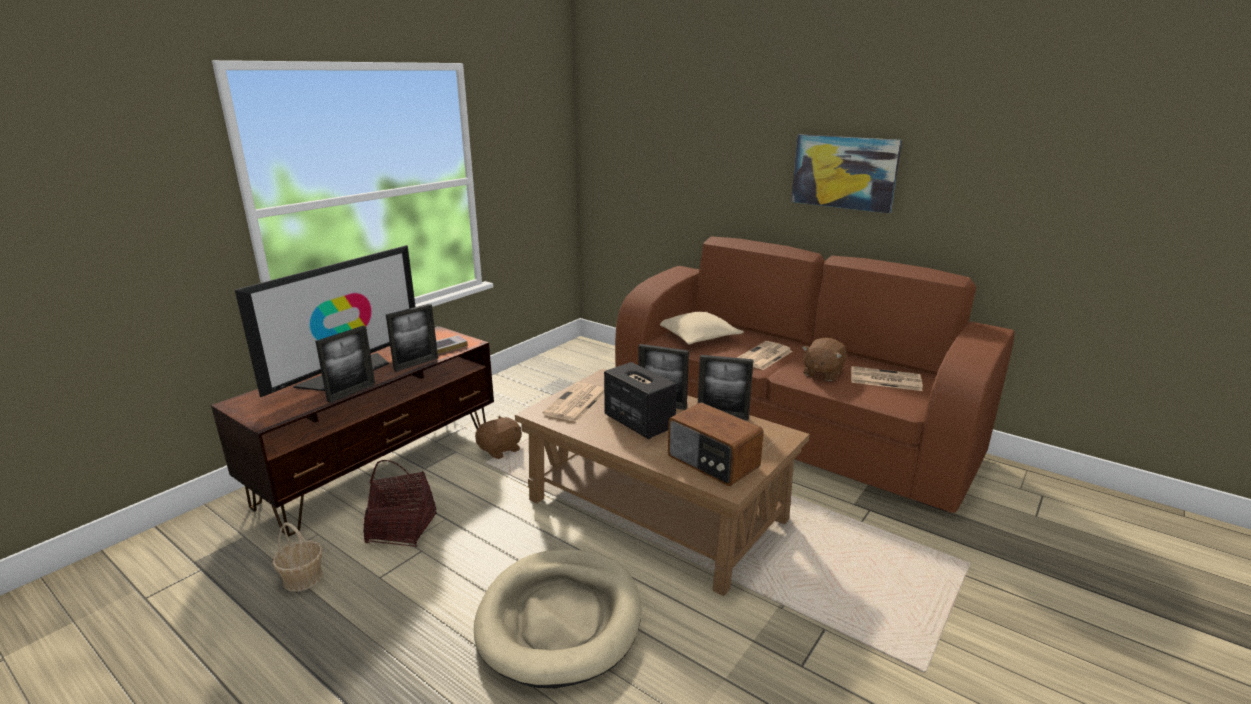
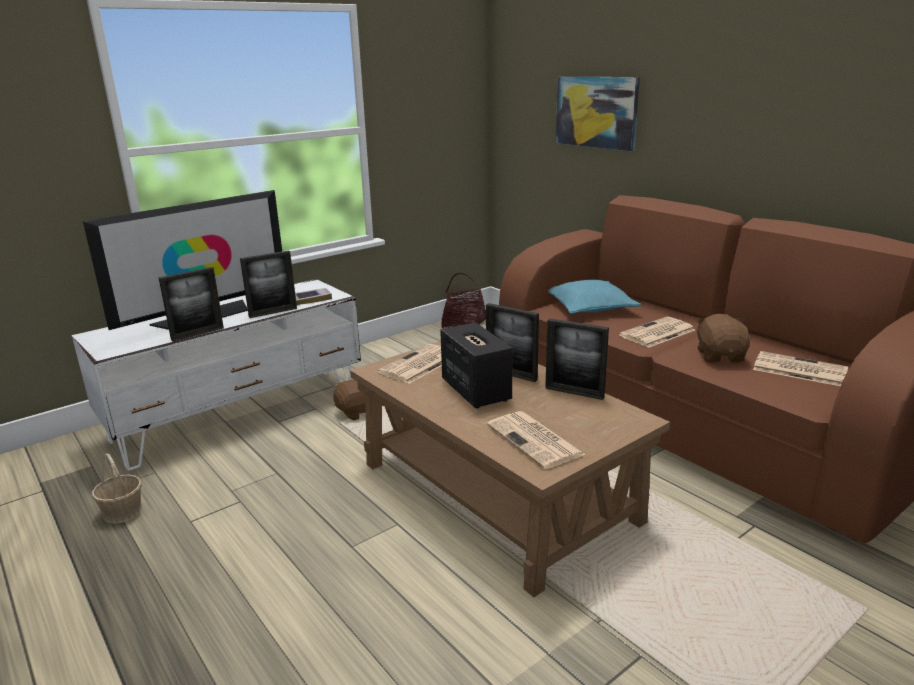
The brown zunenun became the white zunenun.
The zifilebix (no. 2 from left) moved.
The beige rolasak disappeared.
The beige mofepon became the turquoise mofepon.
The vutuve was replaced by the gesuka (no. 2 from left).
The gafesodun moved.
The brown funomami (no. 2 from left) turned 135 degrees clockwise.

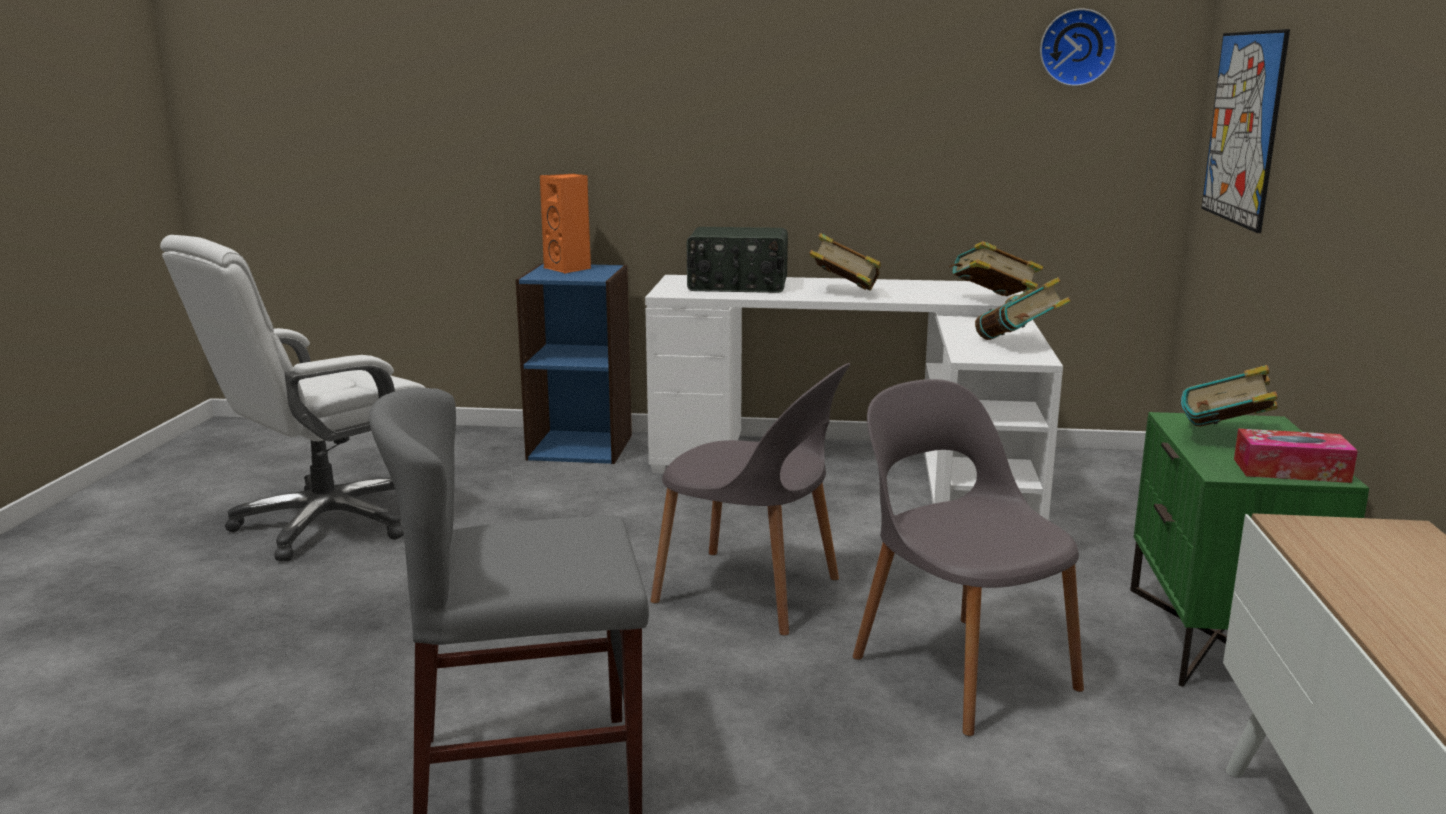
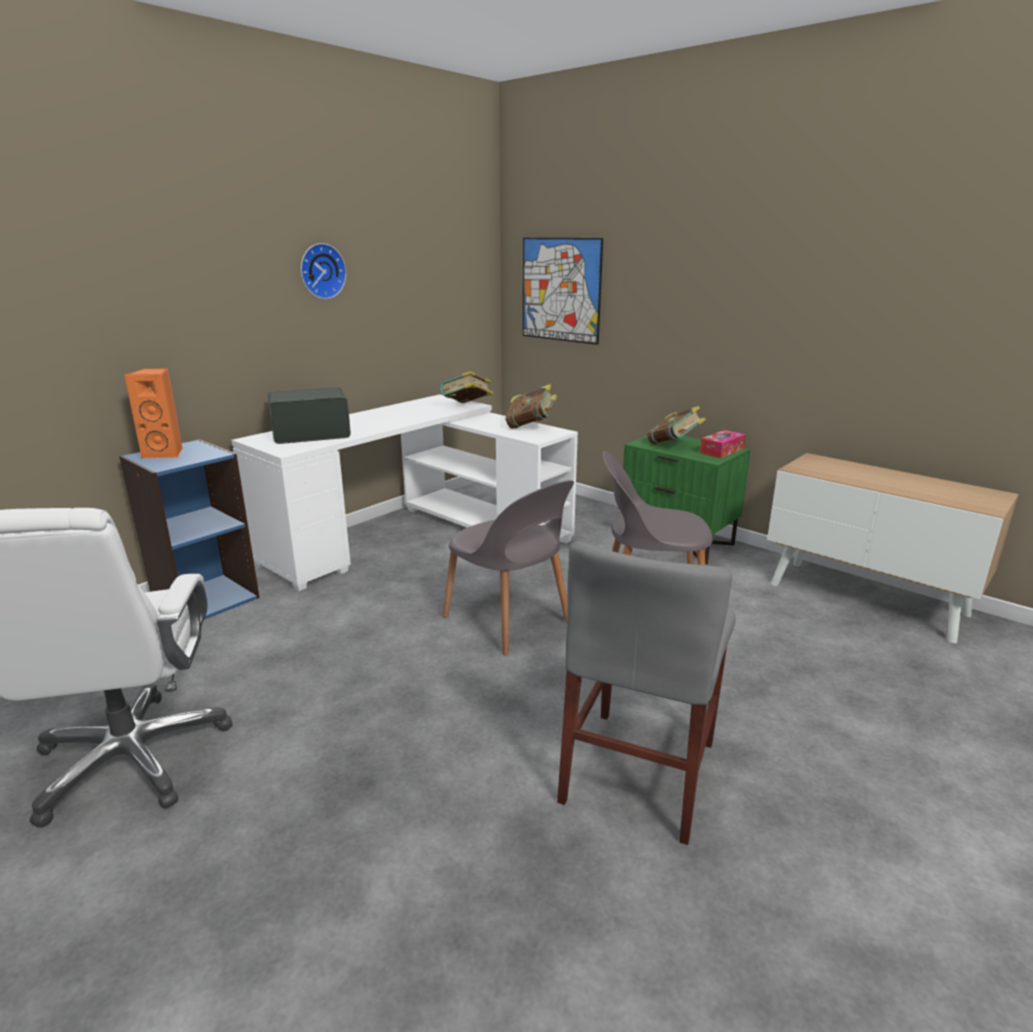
The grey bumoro (no. 2 from left in the first image) turned 75 degrees clockwise.
The vutuve turned 150 degrees counterclockwise.
The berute (no. 1 from left) disappeared.
The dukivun moved.

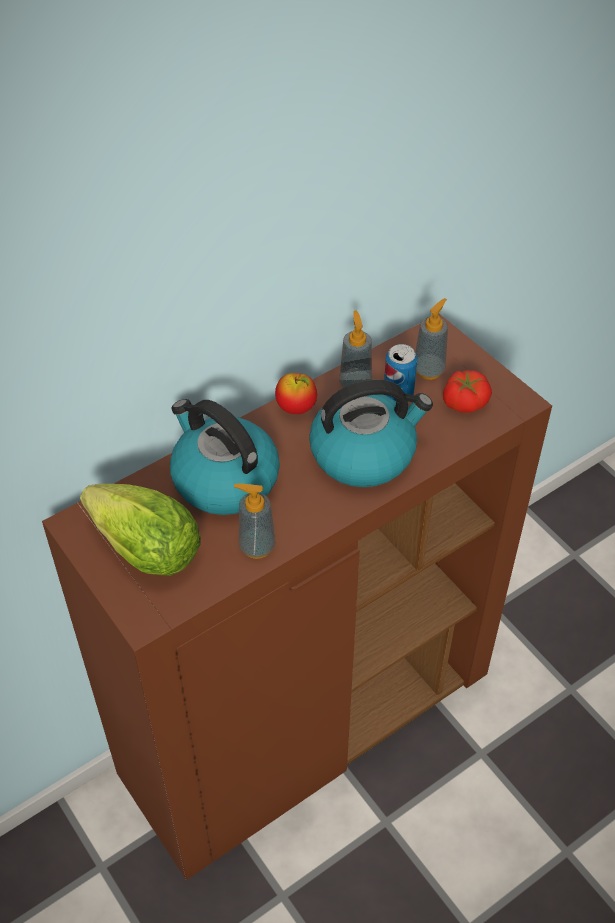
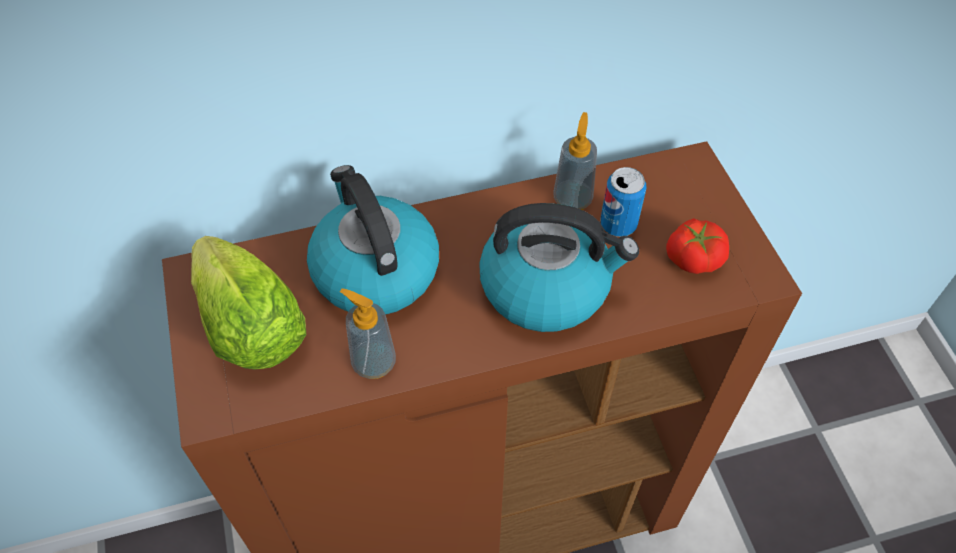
The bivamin disappeared.
The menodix (no. 3 from left) disappeared.

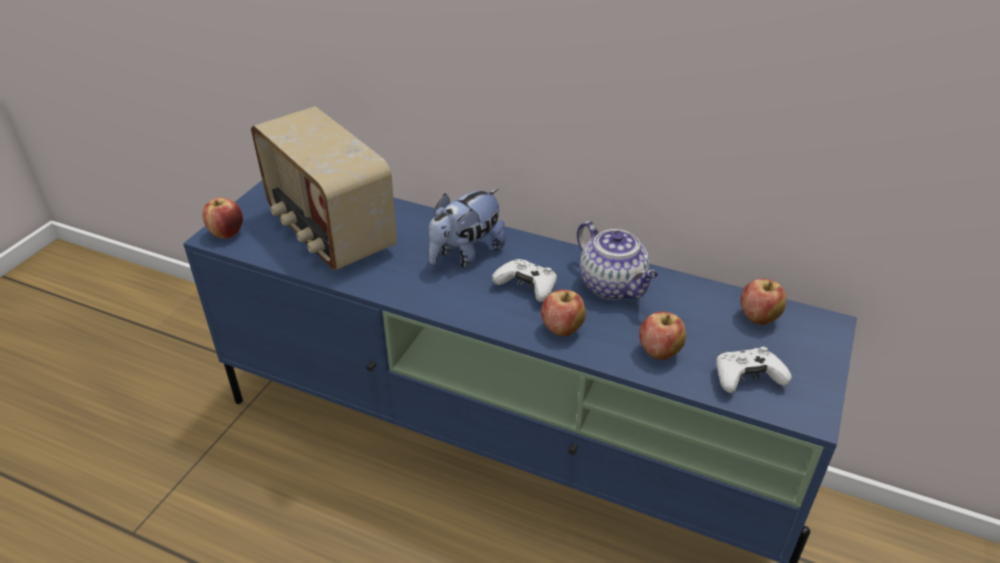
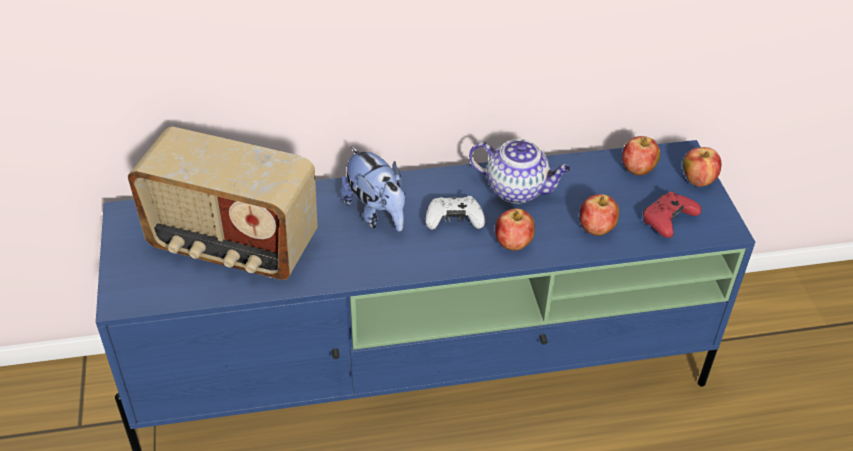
The bivamin (no. 1 from left in the first image) moved.
The funomami turned 45 degrees counterclockwise.
The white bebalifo (no. 2 from left) became the red bebalifo.

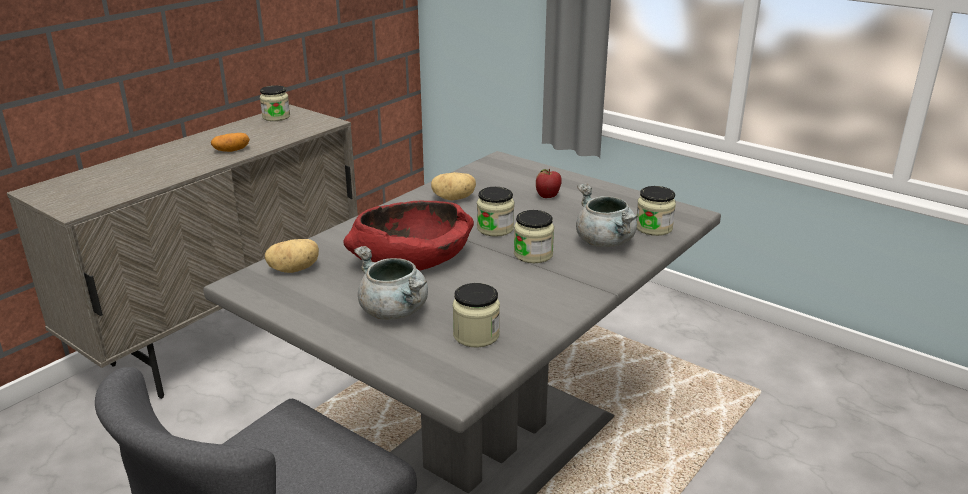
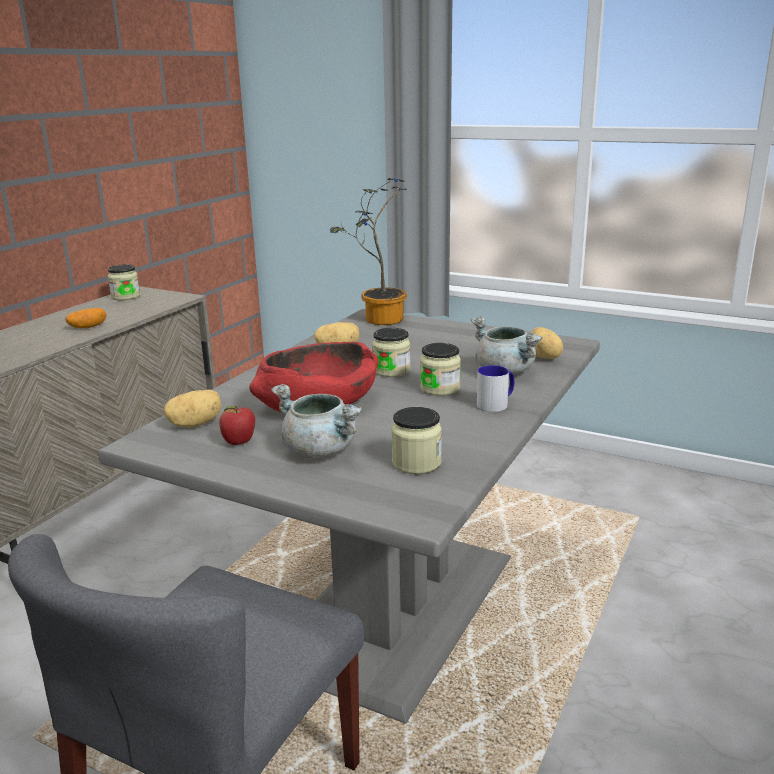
The bivamin moved.
The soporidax (no. 5 from left) was replaced by the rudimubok (no. 4 from left).
The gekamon appeared.
The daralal appeared.

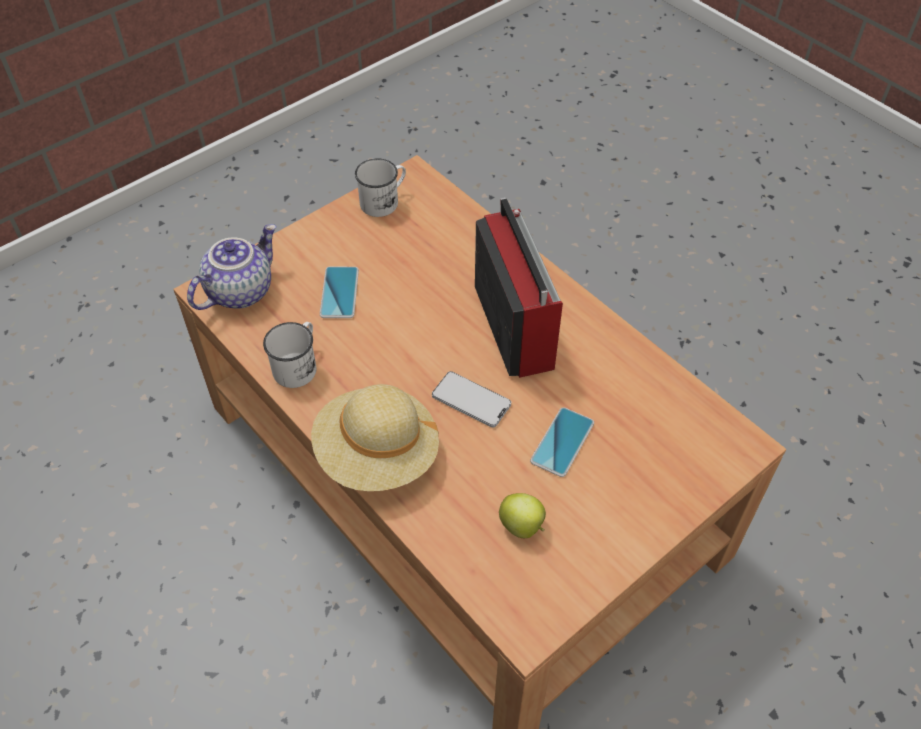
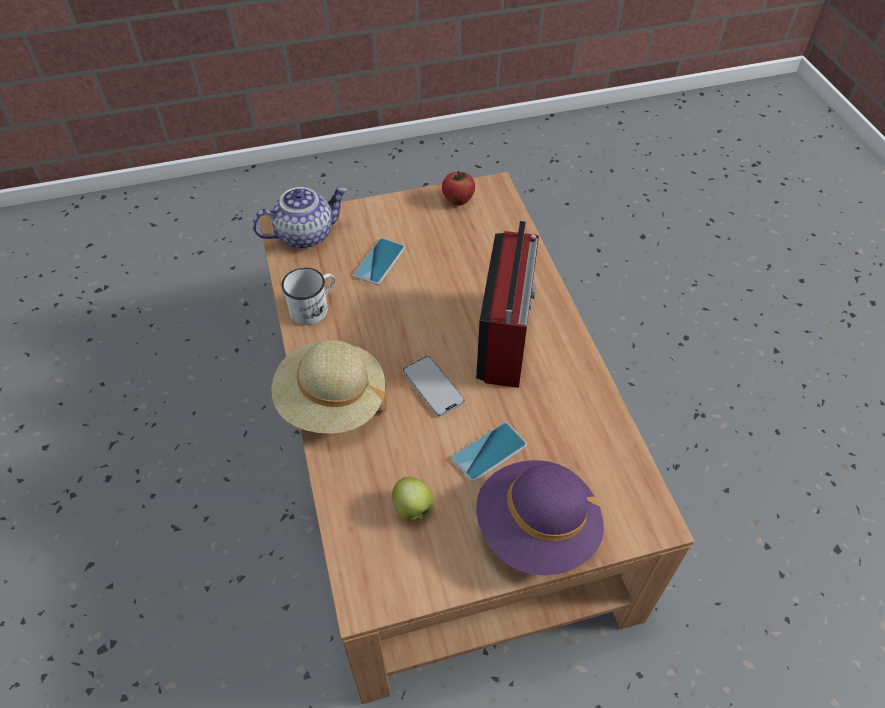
The white daralal (no. 2 from left) was replaced by the bivamin (no. 2 from left).
The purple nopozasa appeared.

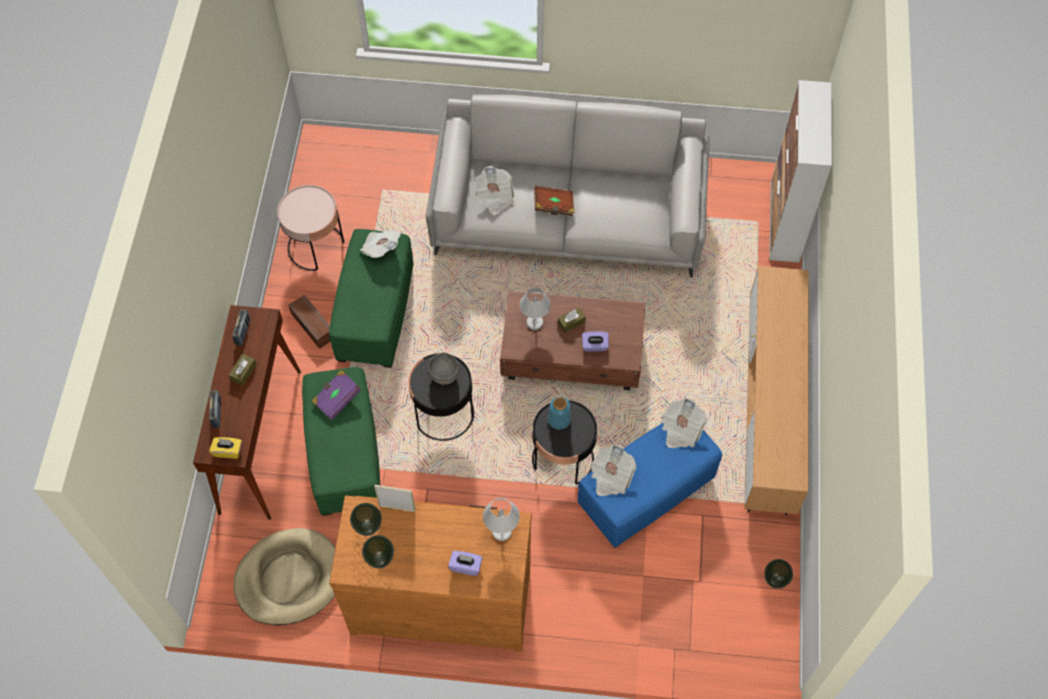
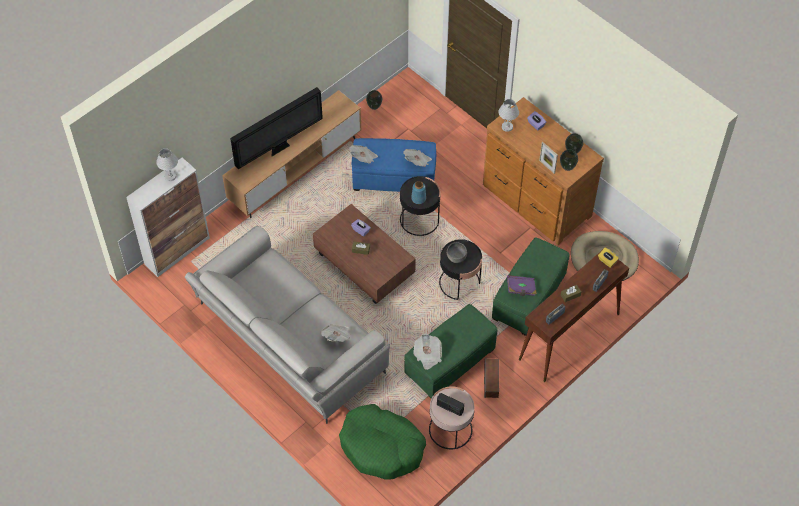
The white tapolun (no. 2 from left in the first image) moved.
The brown berute disappeared.
The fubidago appeared.
The green rolasak appeared.
The vutuve (no. 1 from left) appeared.

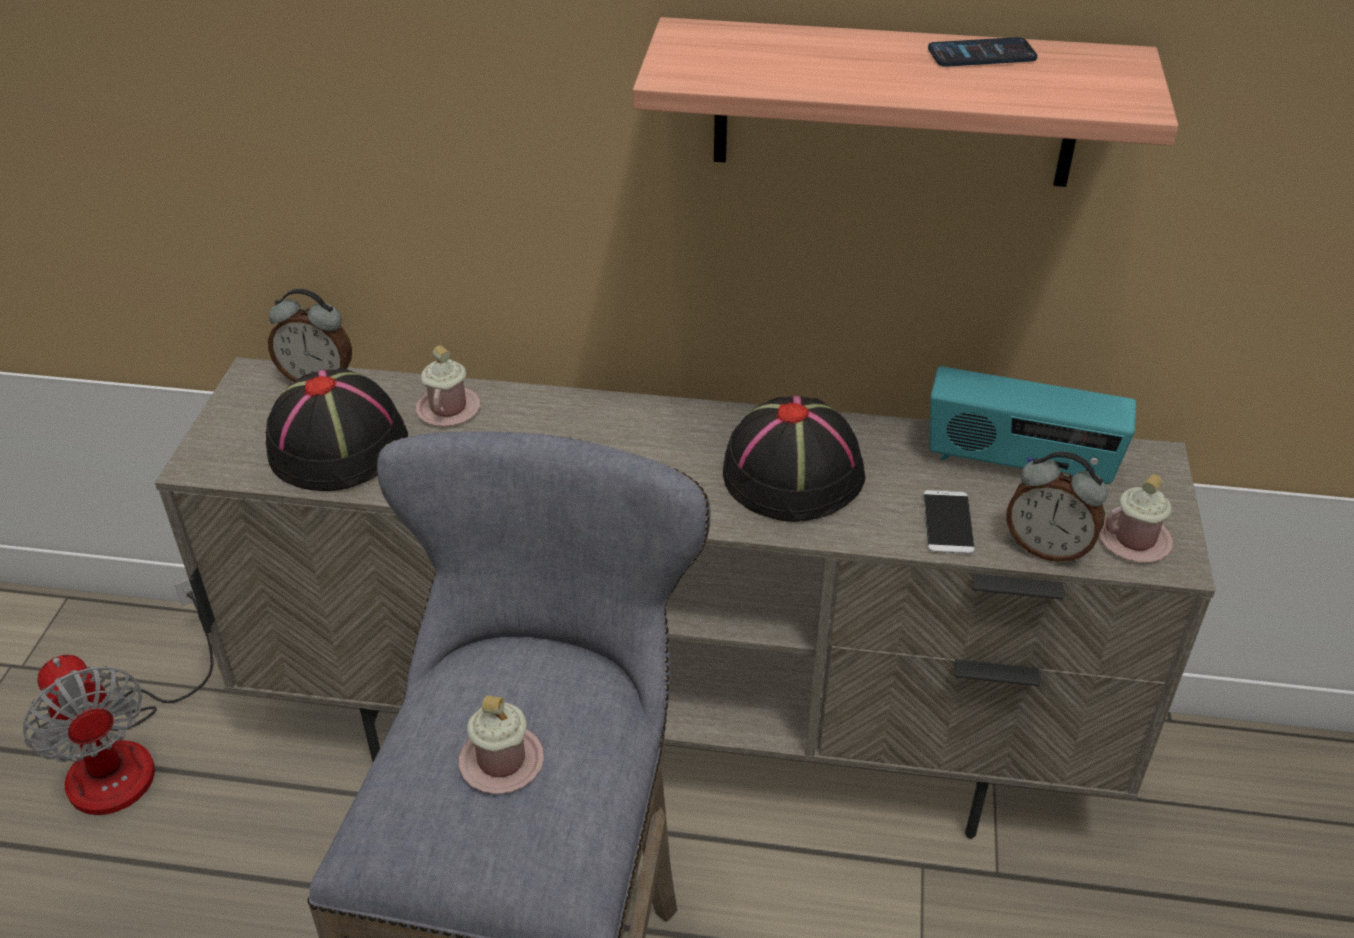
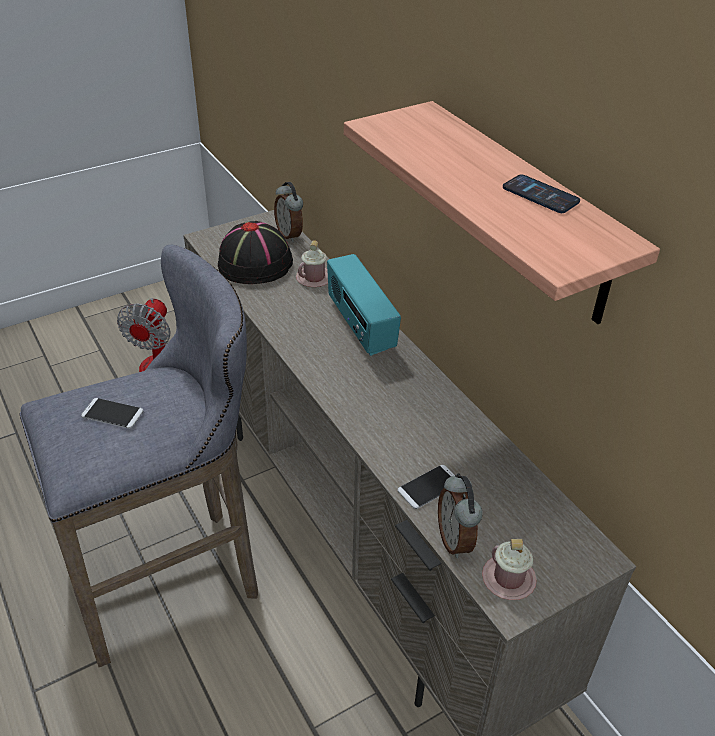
The pink daralal (no. 2 from left) was replaced by the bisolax (no. 1 from left).
The black nopozasa (no. 2 from left) disappeared.
The vutuve moved.

